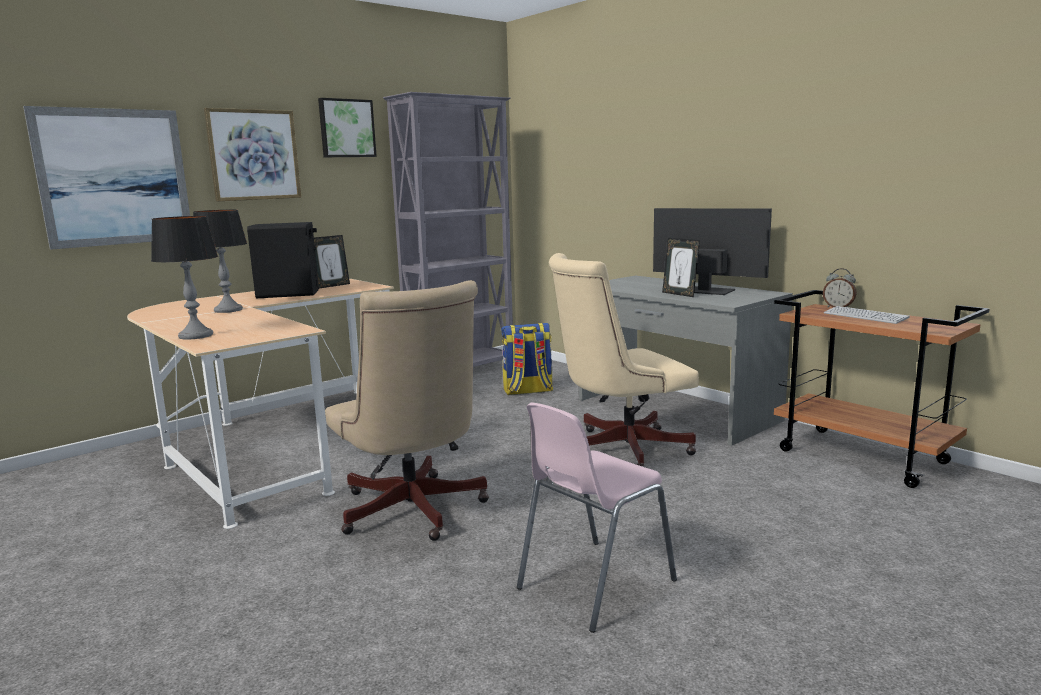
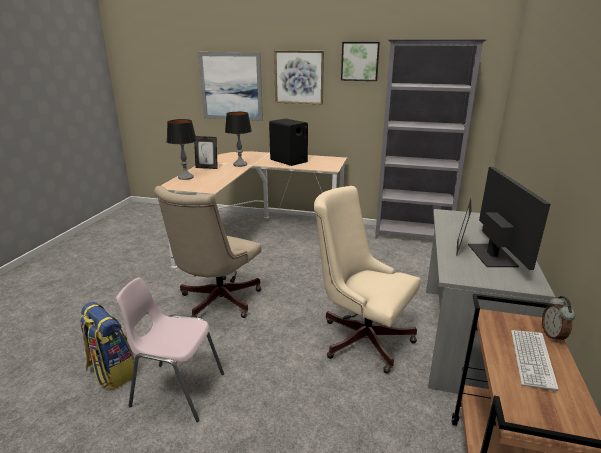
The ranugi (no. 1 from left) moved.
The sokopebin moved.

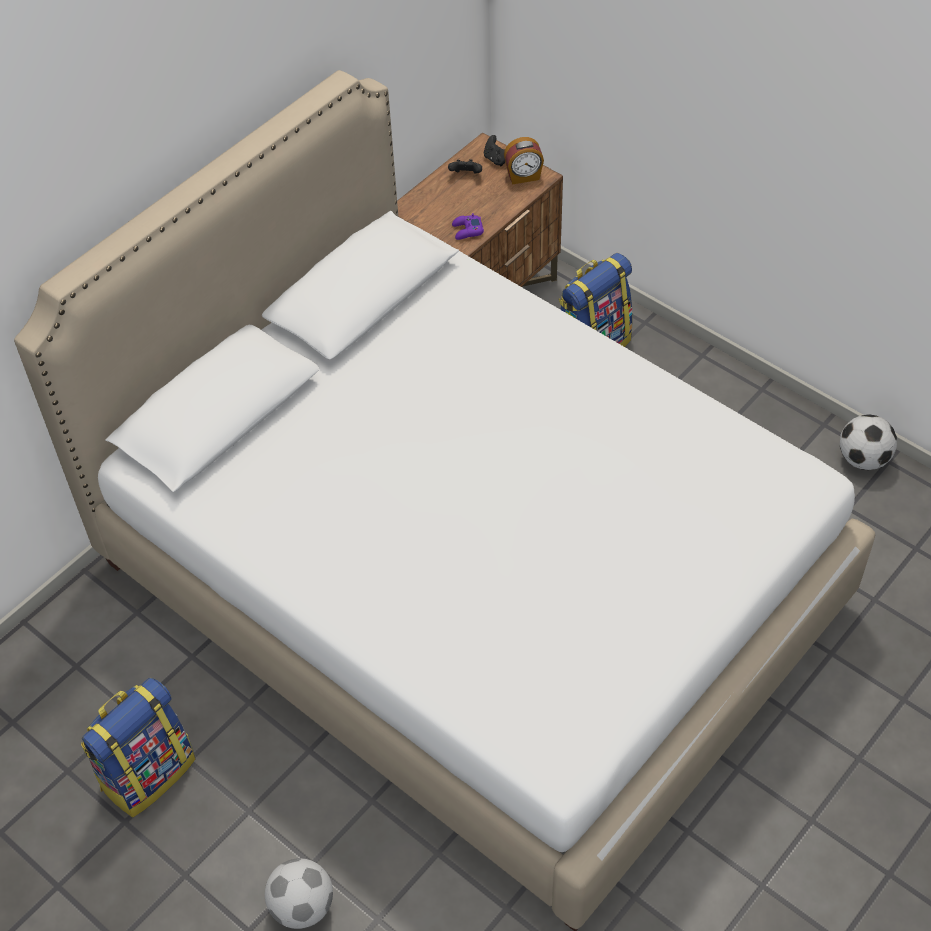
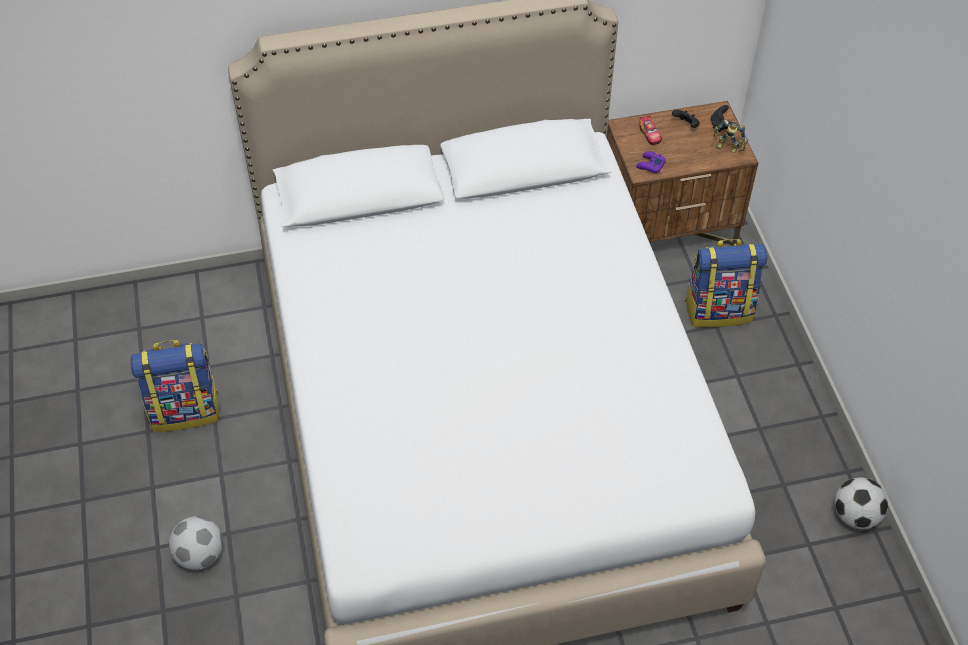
The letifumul was replaced by the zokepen.
The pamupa appeared.

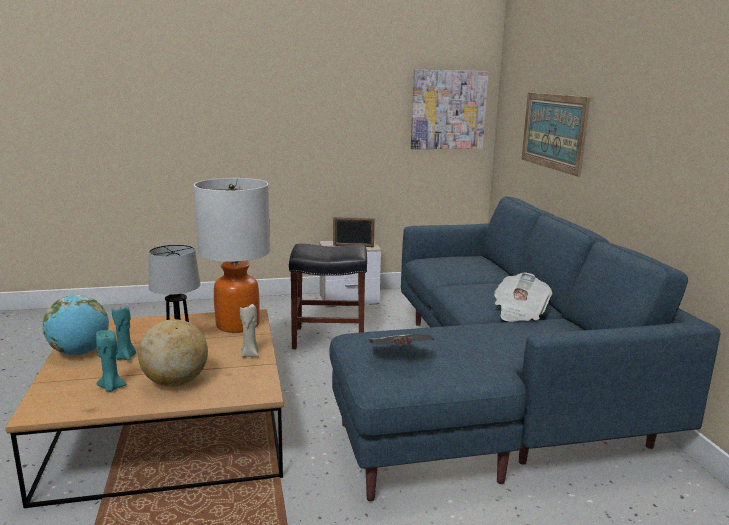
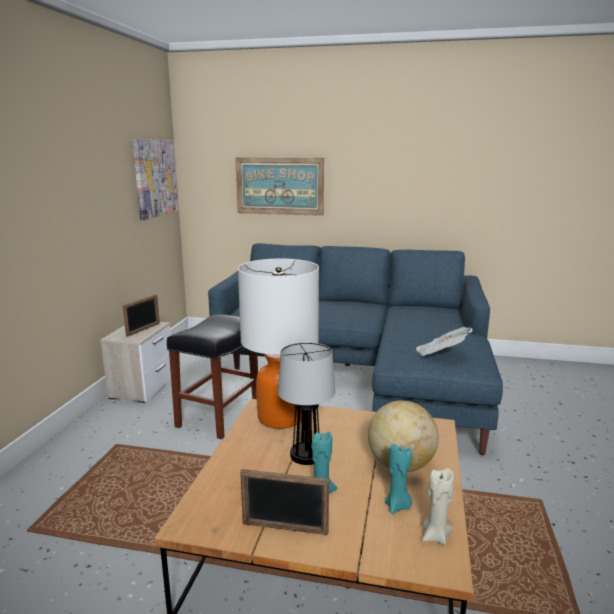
The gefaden (no. 1 from left) was replaced by the ranugi (no. 2 from left).
The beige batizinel moved.
The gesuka (no. 2 from left) disappeared.

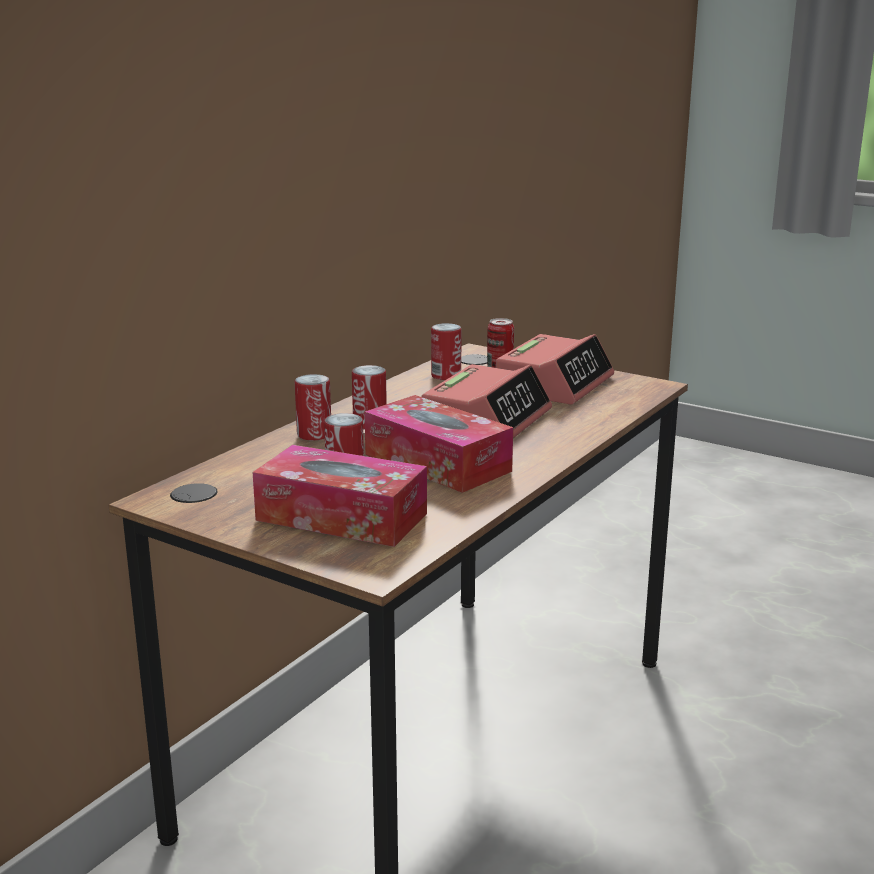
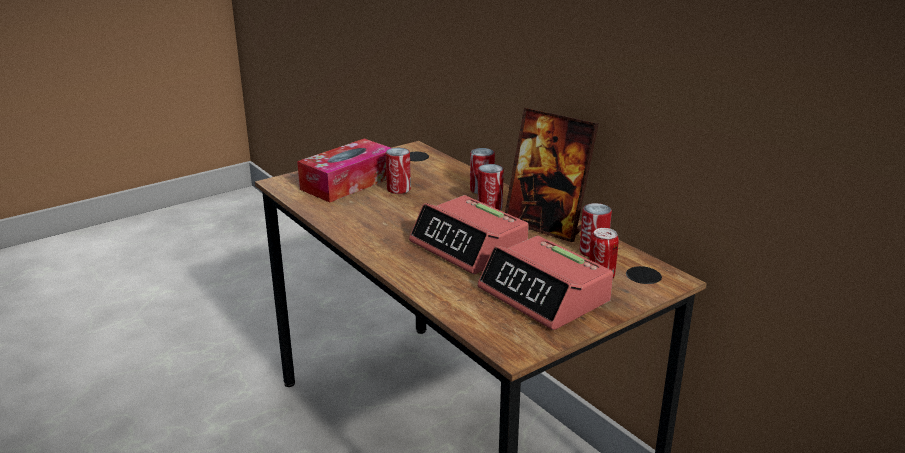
The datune (no. 2 from left) disappeared.
The ranugi appeared.

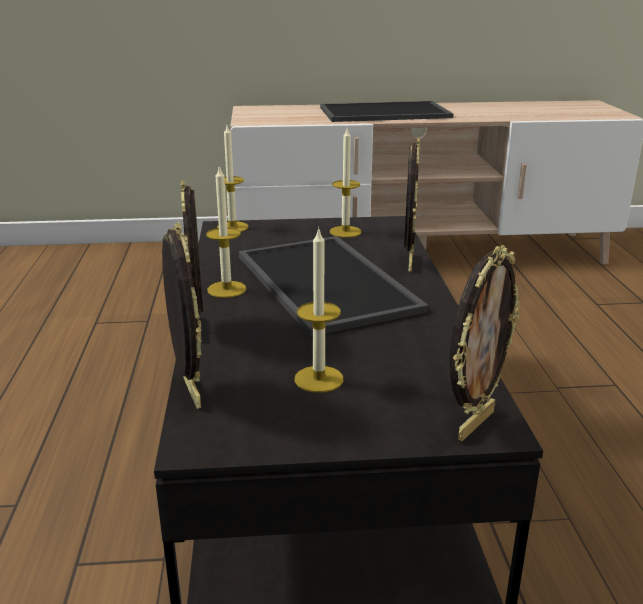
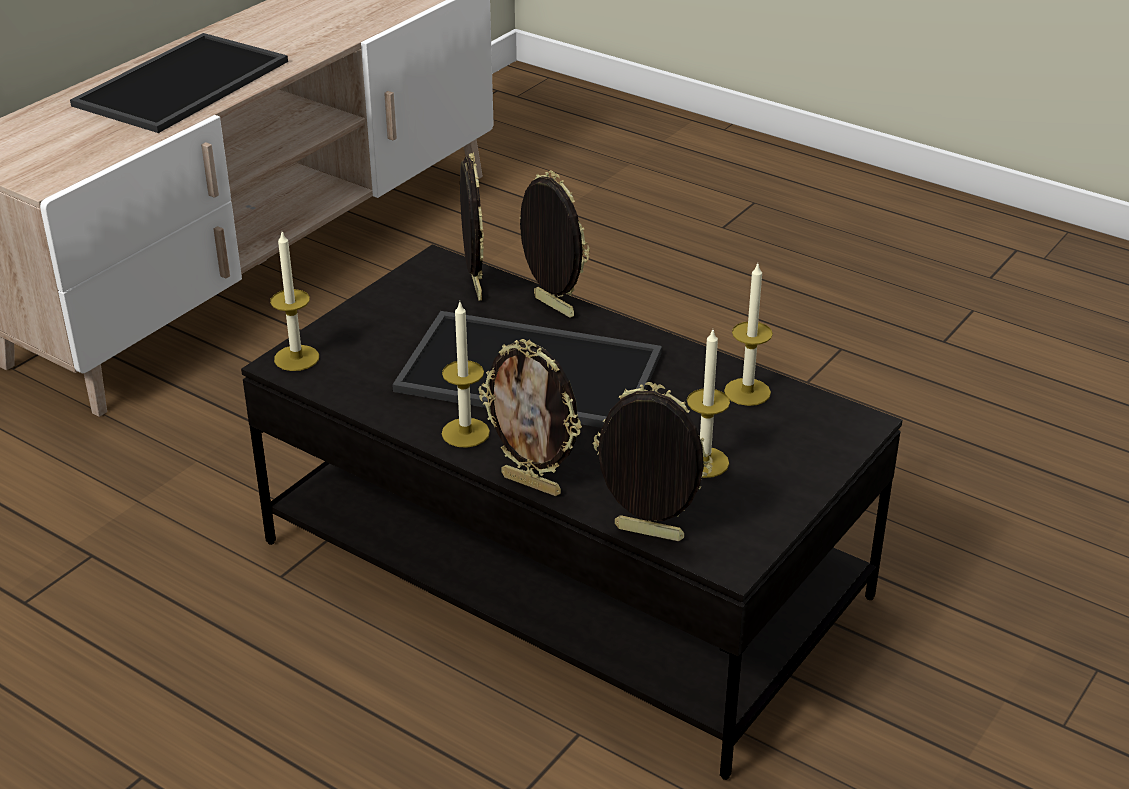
The batizinel (no. 4 from left) moved.
The ranugi (no. 4 from left in the first image) moved.

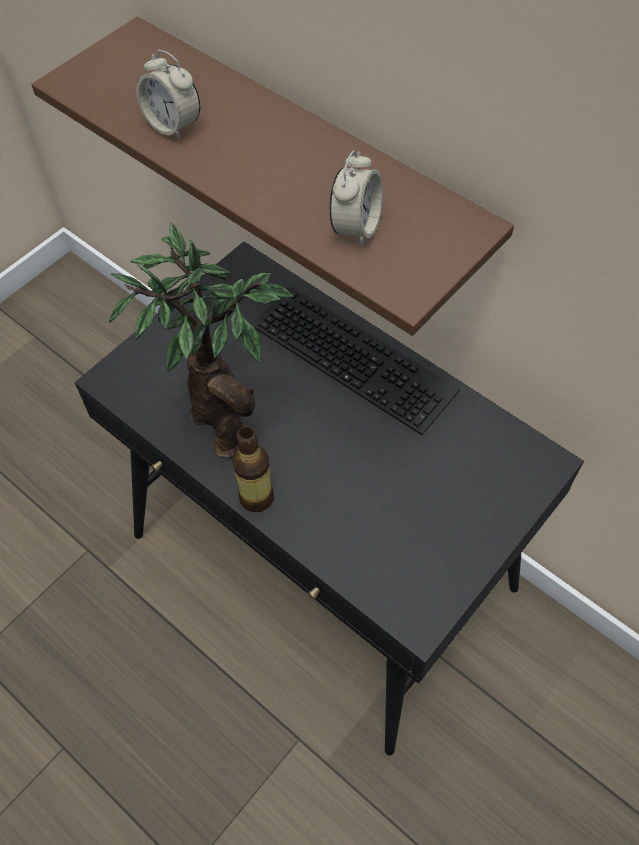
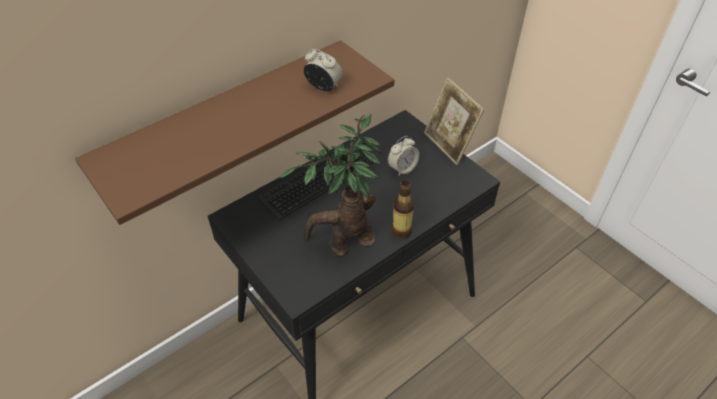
The letifumul (no. 1 from left in the first image) moved.
The ranugi appeared.

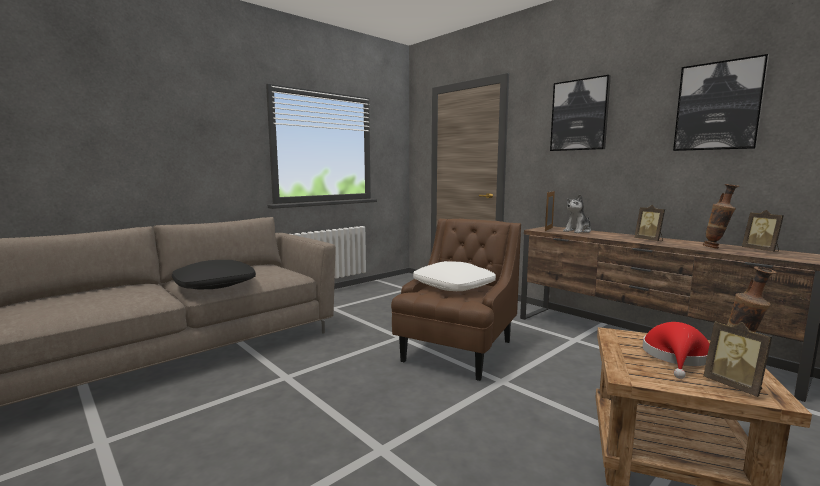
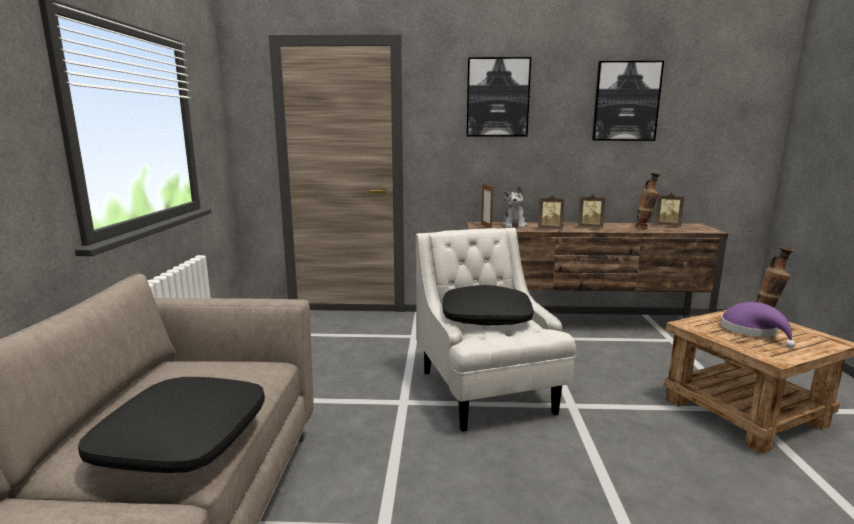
The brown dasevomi became the white dasevomi.
The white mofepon became the black mofepon (no. 2 from left).
The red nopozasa became the purple nopozasa.
The ranugi (no. 3 from left in the first image) moved.

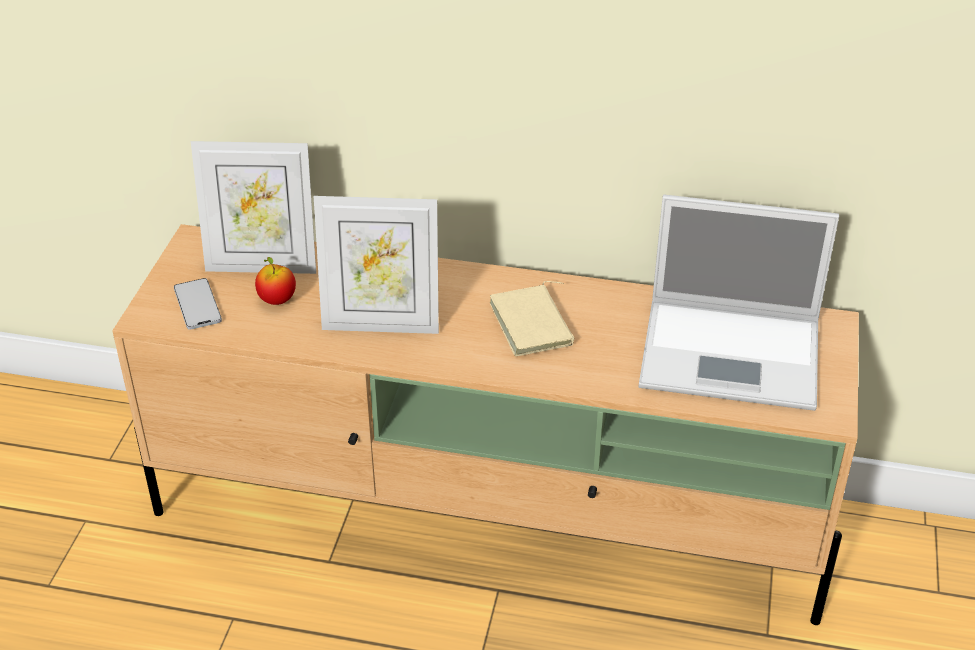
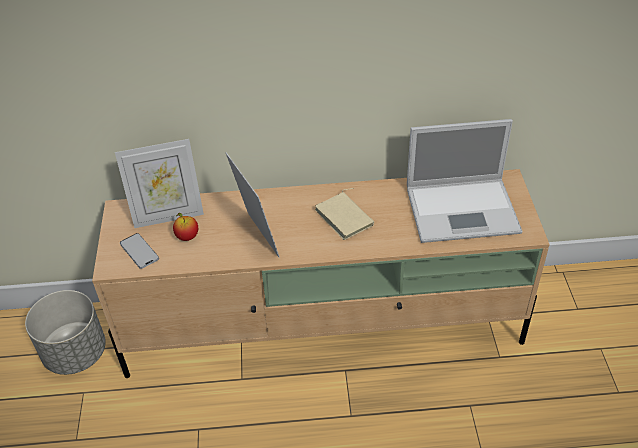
The ranugi (no. 2 from left) turned 105 degrees counterclockwise.
The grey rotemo appeared.

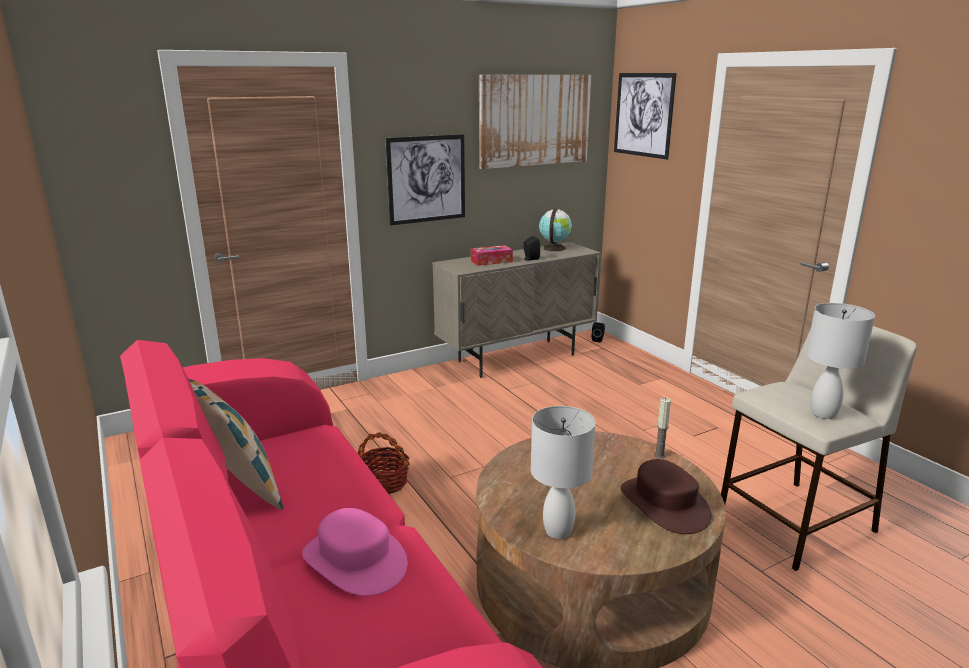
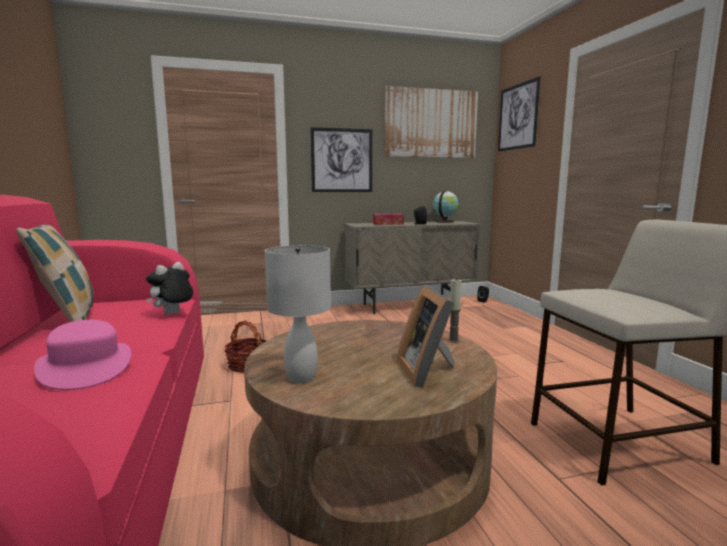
The brown nopozasa was replaced by the ranugi.
The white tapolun (no. 2 from left) disappeared.
The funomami appeared.

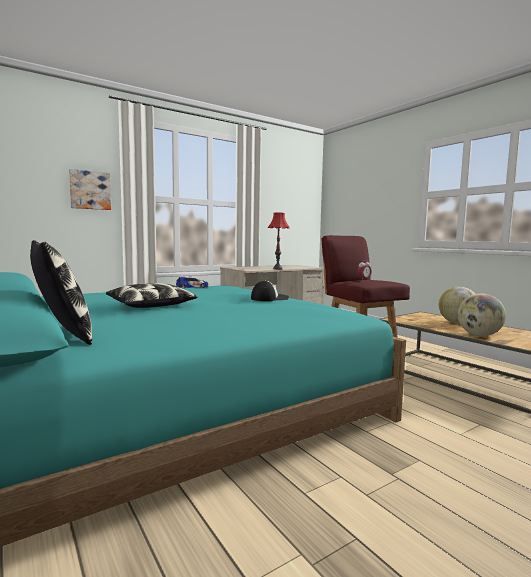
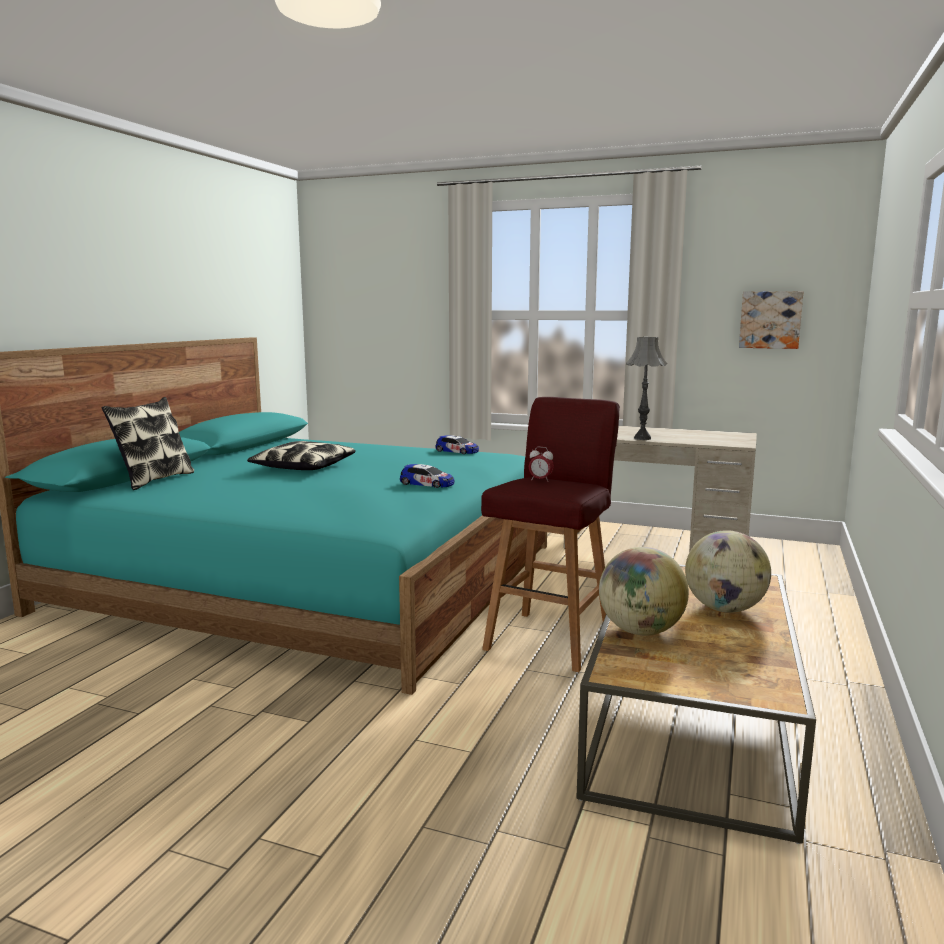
The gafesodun moved.
The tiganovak was replaced by the pamupa (no. 1 from left).
The red tapolun became the grey tapolun.

